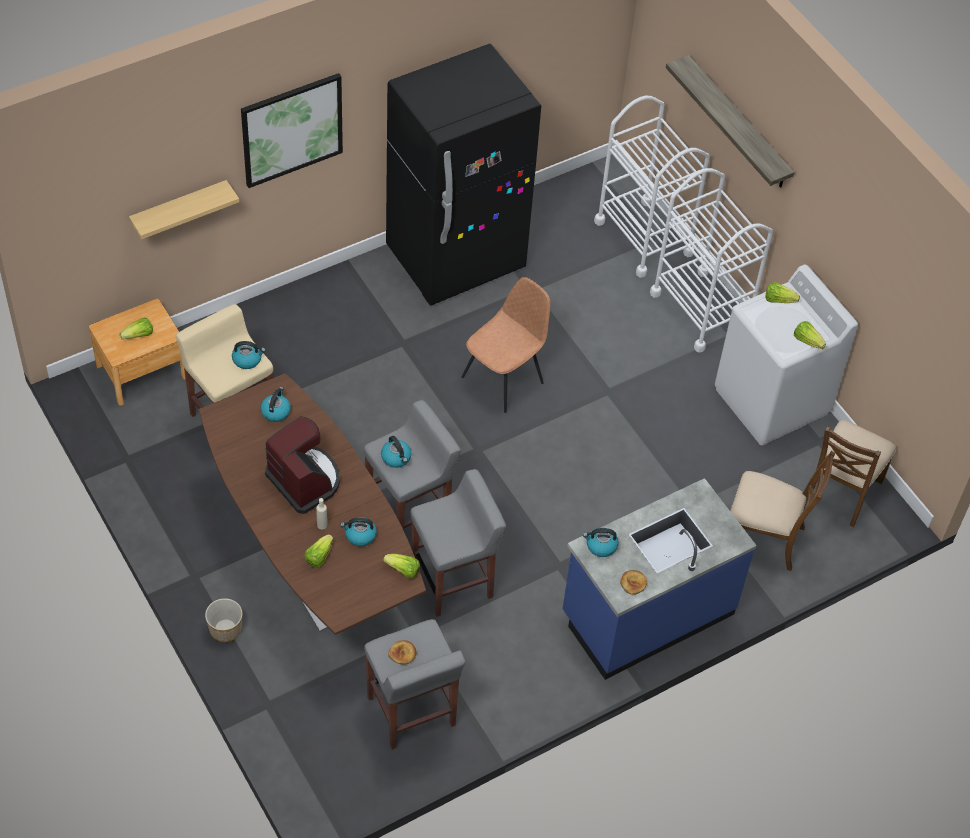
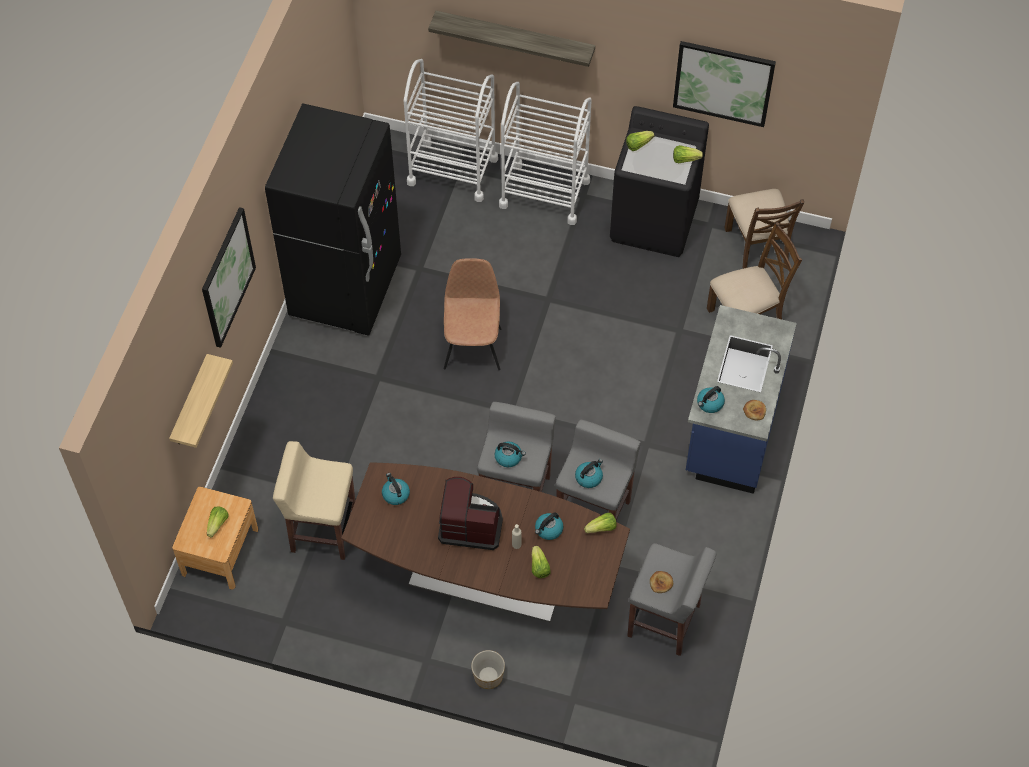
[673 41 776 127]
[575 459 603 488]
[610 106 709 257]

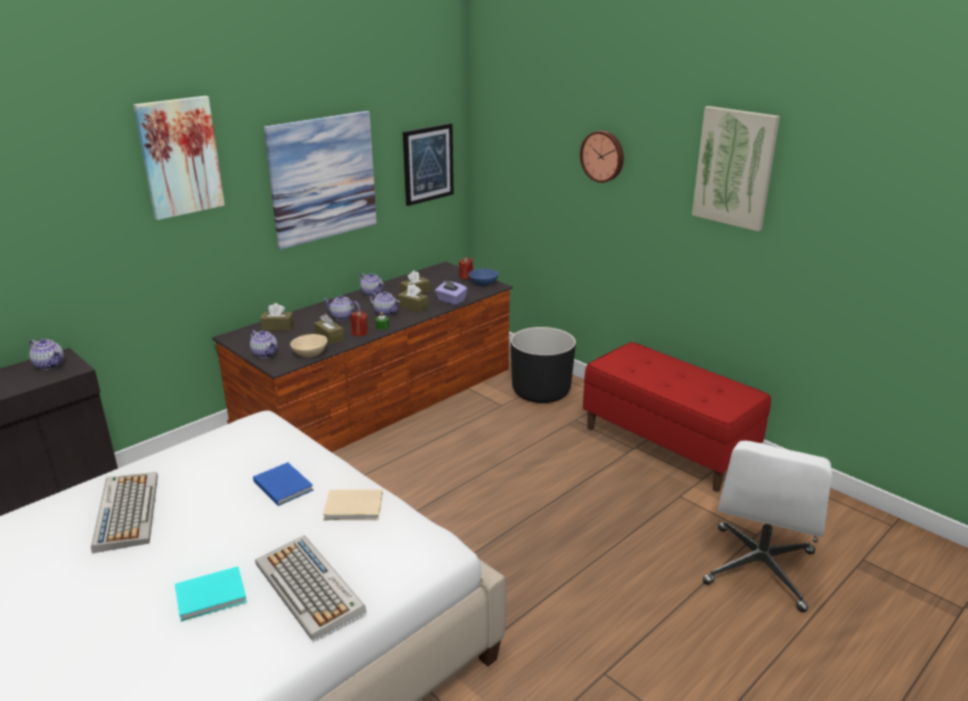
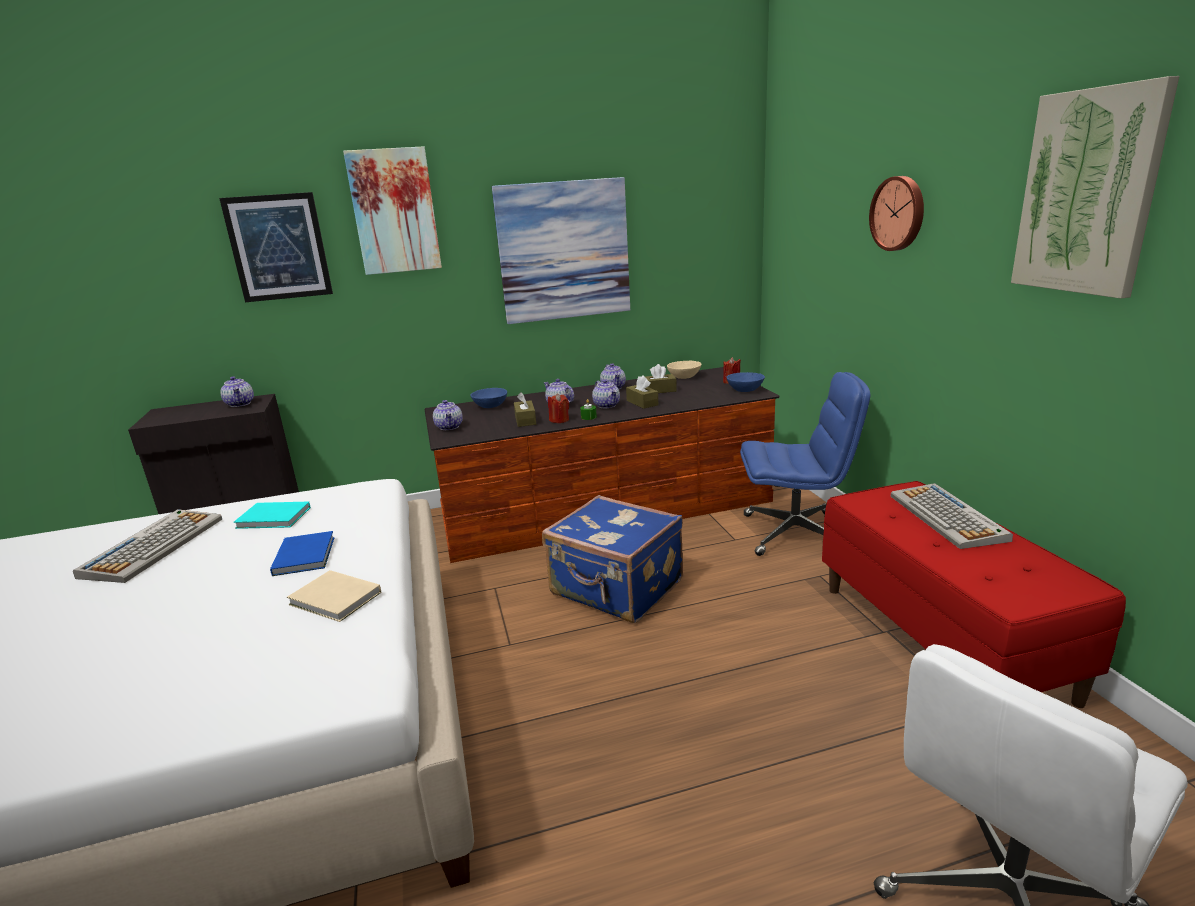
[435 280 467 305] (first image)
[542 495 683 623]
[234 501 311 529]
[891 483 1013 549]
[667 361 701 379]
[219 192 333 302]
[470 388 507 408]
[740 372 871 556]

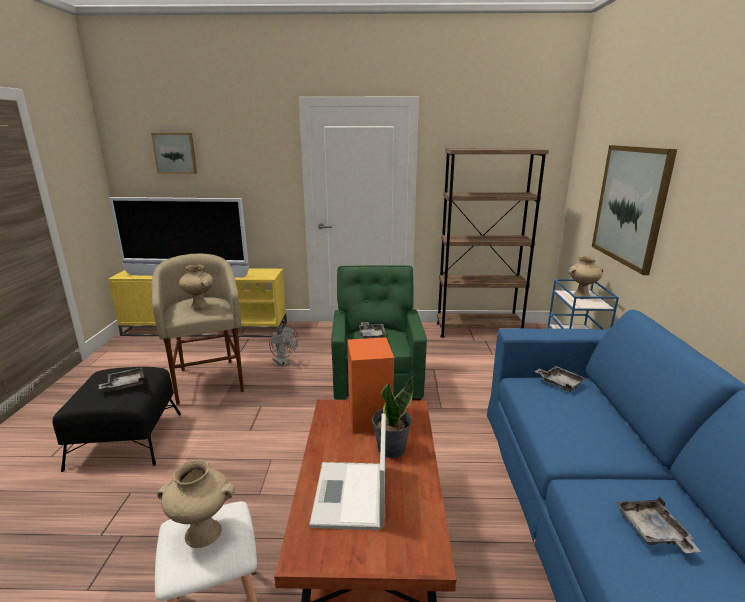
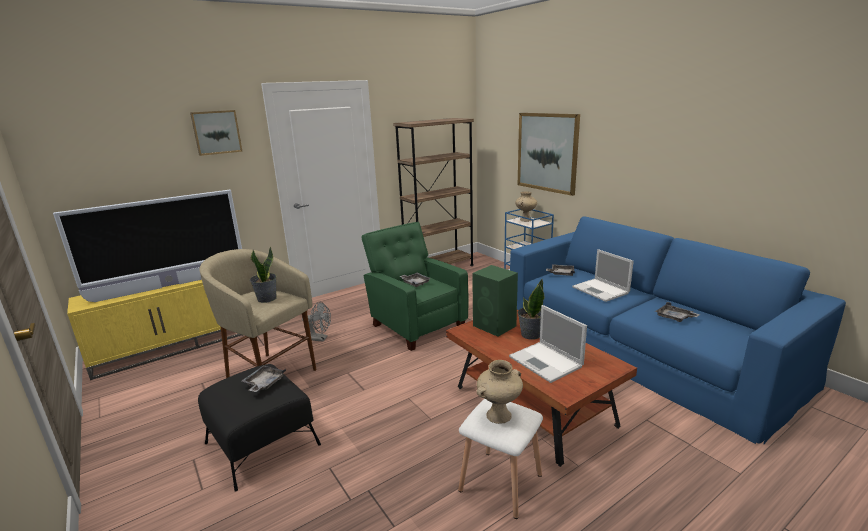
[572 249 634 302]
[190 110 243 156]
[250 247 277 303]
[472 265 518 337]

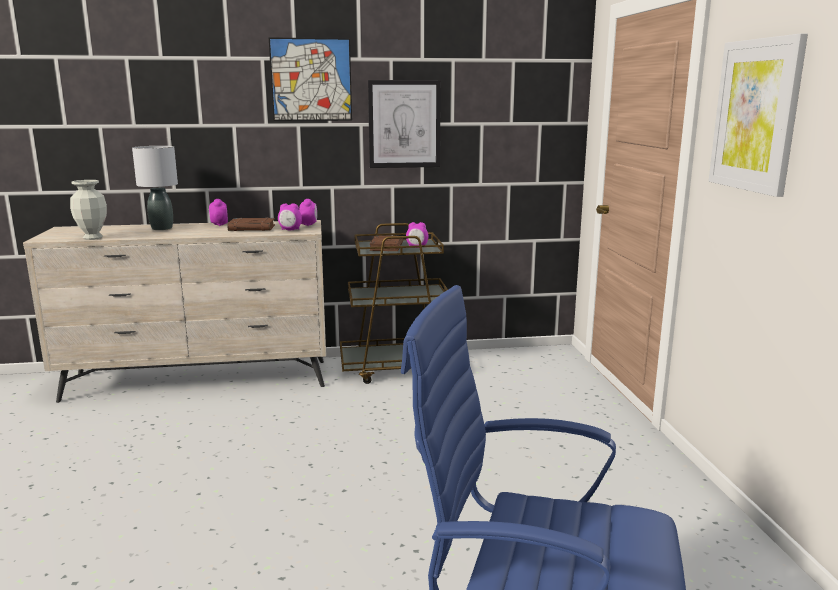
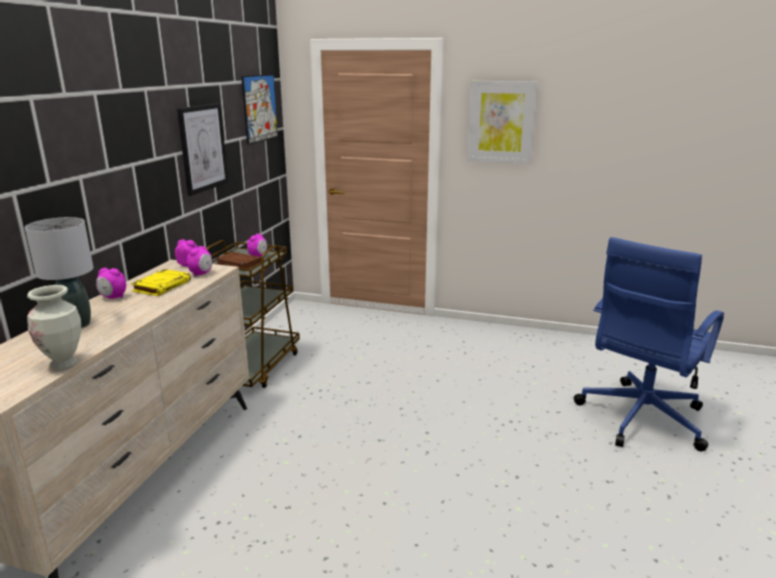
[241 74 278 145]
[131 269 191 296]

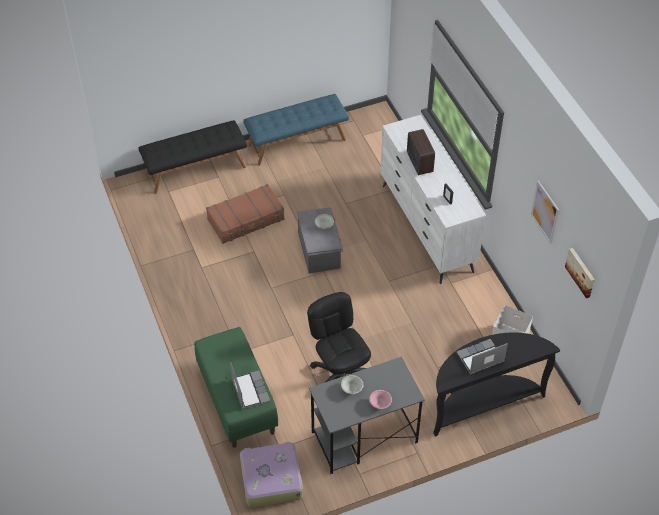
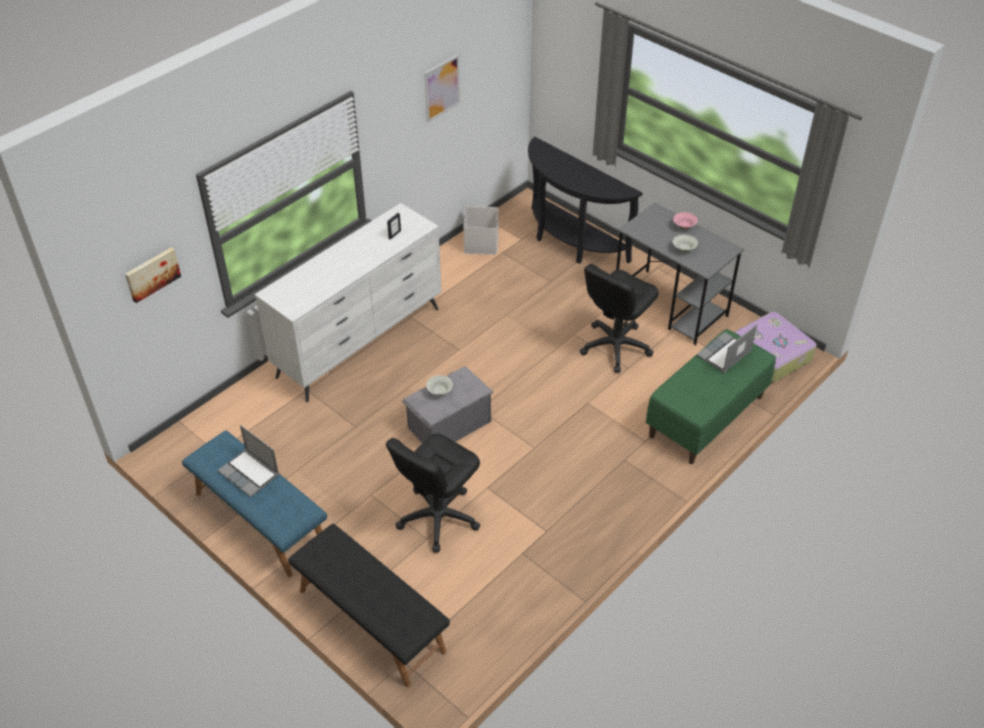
[407 129 435 175] (first image)
[218 425 279 497]
[125 247 181 303]
[386 433 480 553]

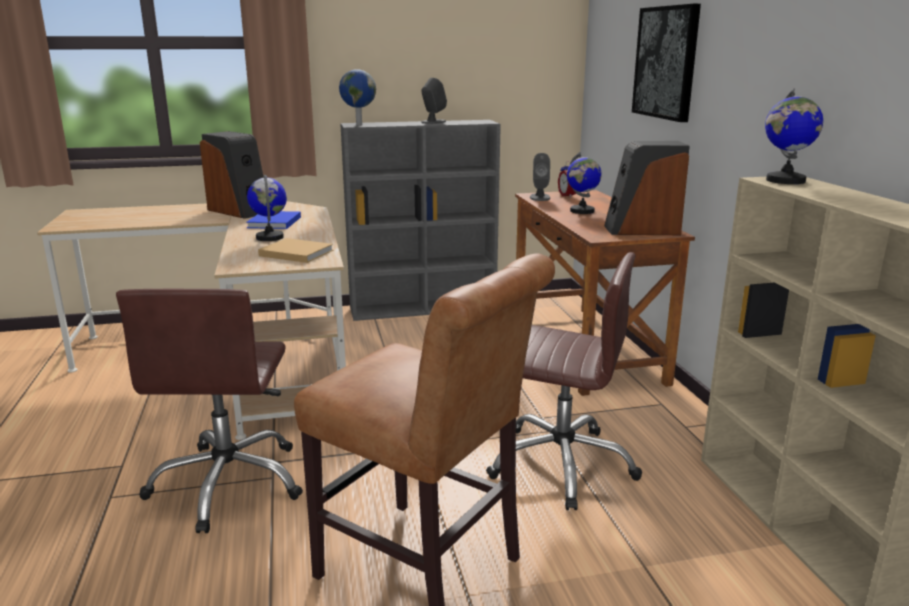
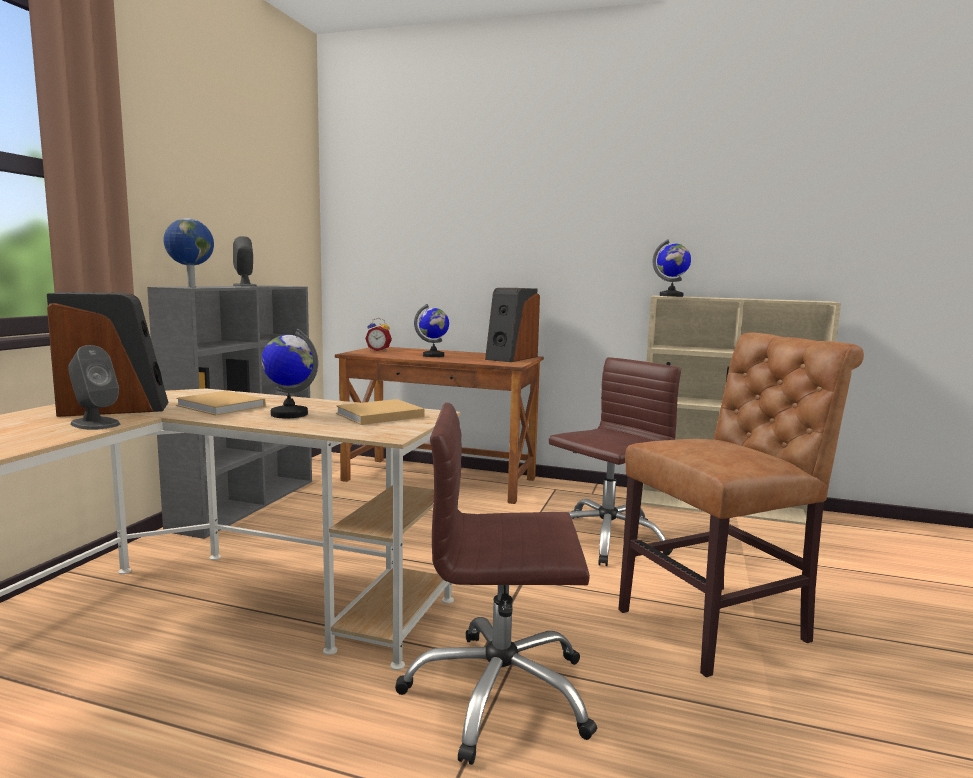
[632 4 701 122] (first image)
[68 345 120 430]
[176 391 266 415]
[395 403 597 765]

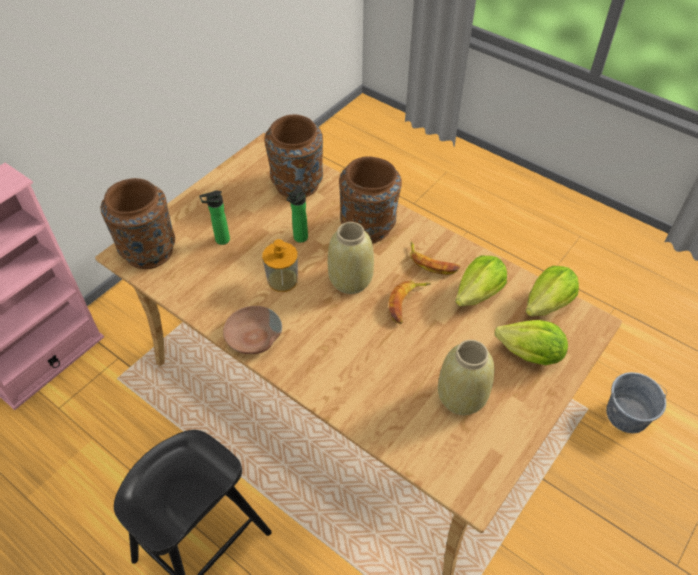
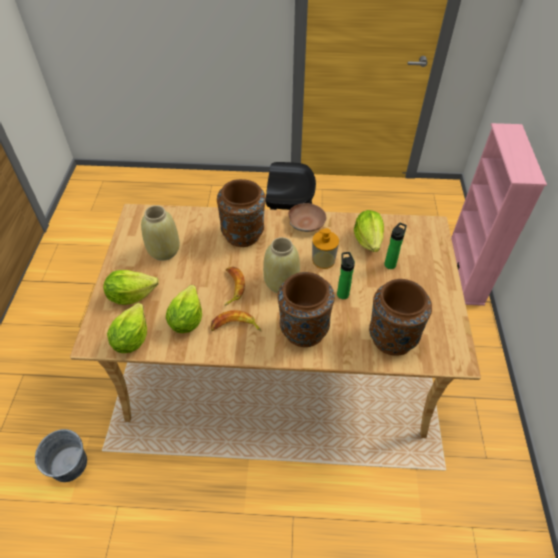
[354 210 384 252]
[217 179 266 247]

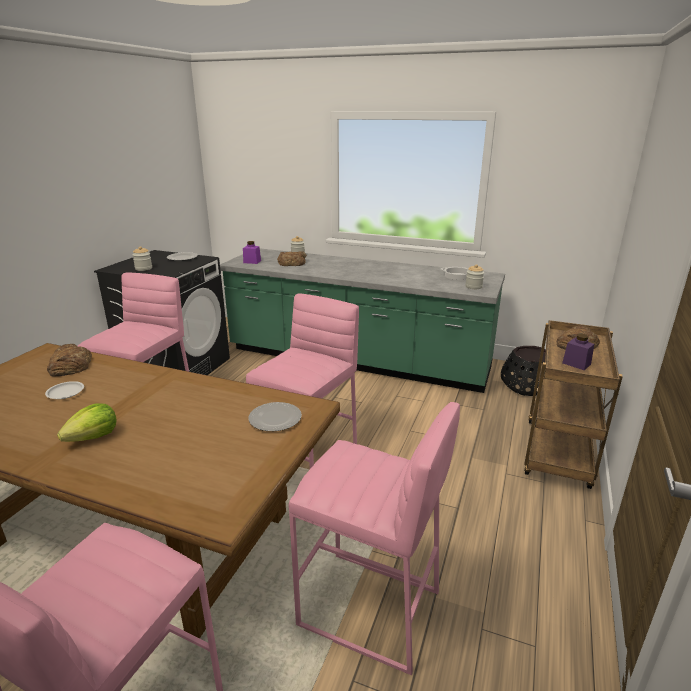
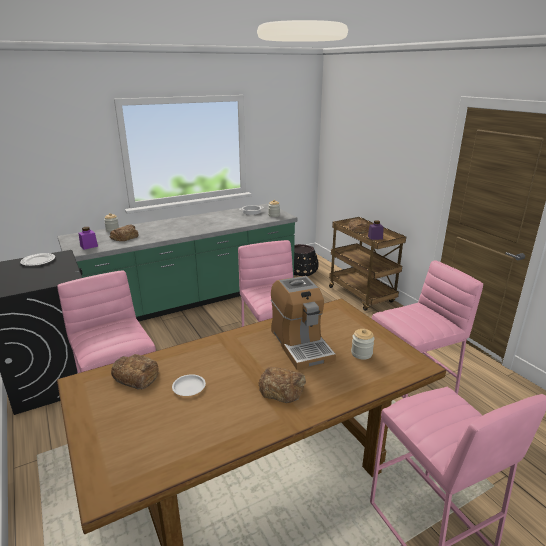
[248 402 302 431] (first image)
[271 276 336 370]
[351 329 375 360]
[258 367 306 403]

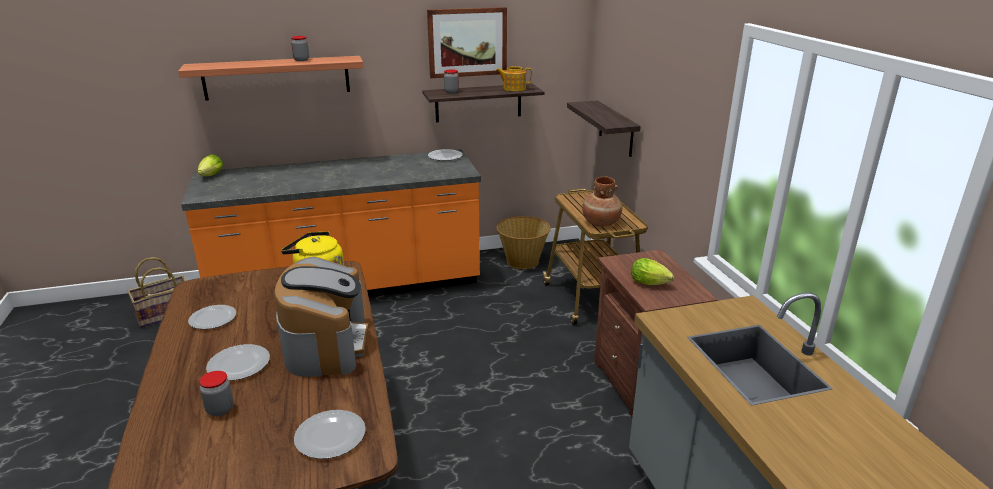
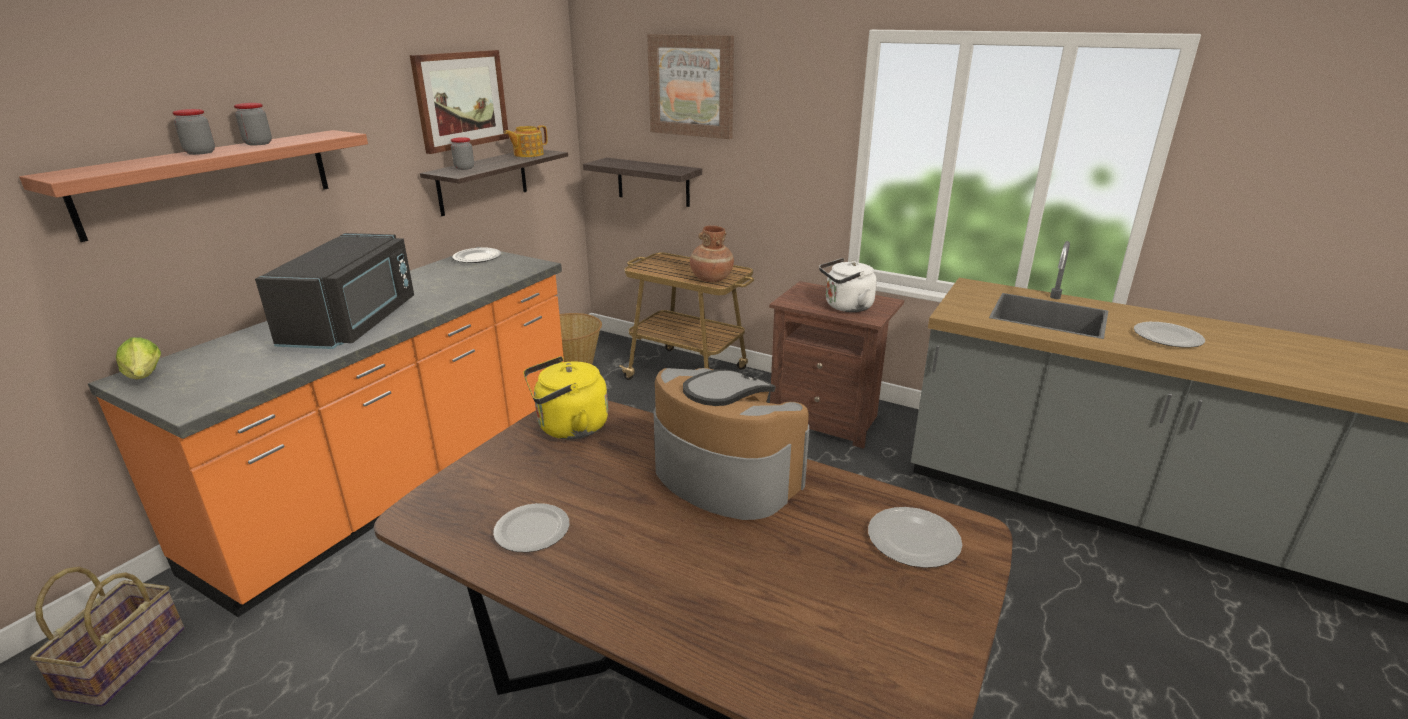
[255 233 414 349]
[647 34 734 139]
[172 109 215 155]
[1134 322 1205 348]
[819 258 877 312]

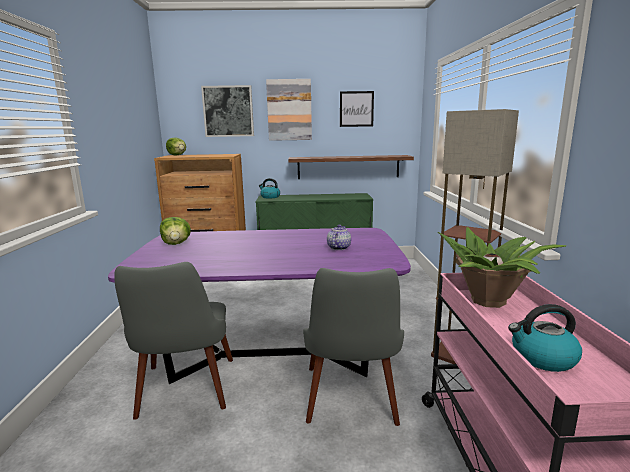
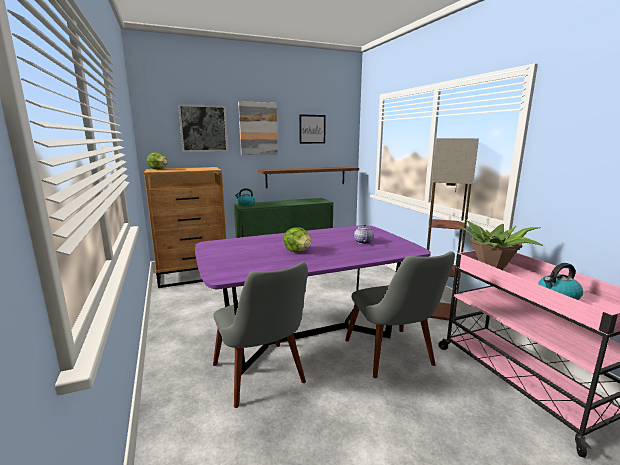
[284 227 311 253]

